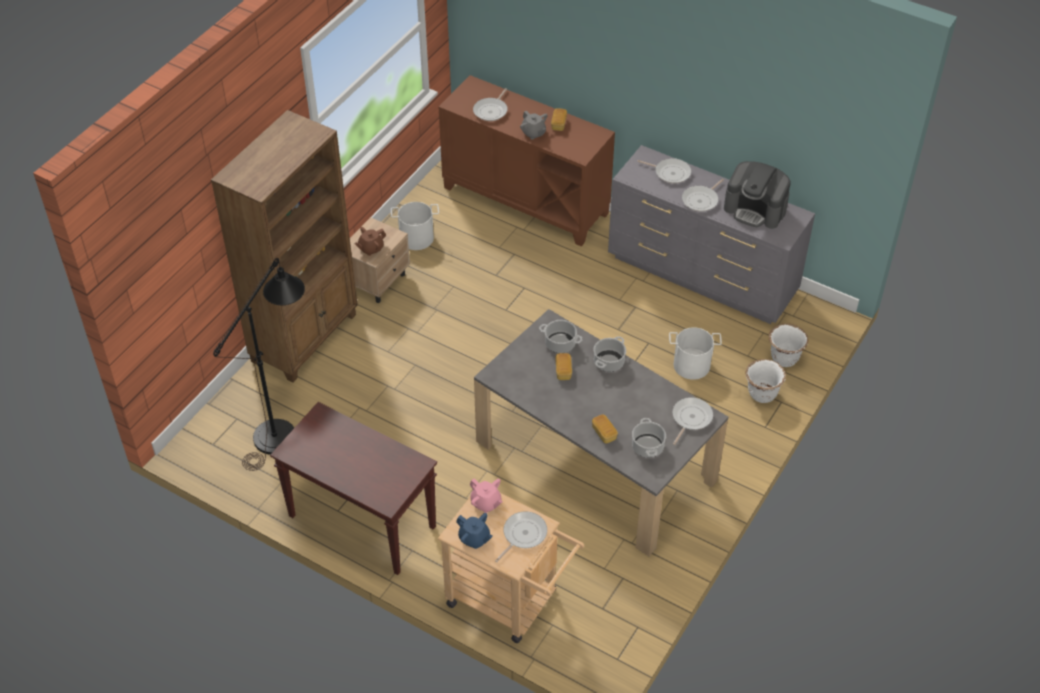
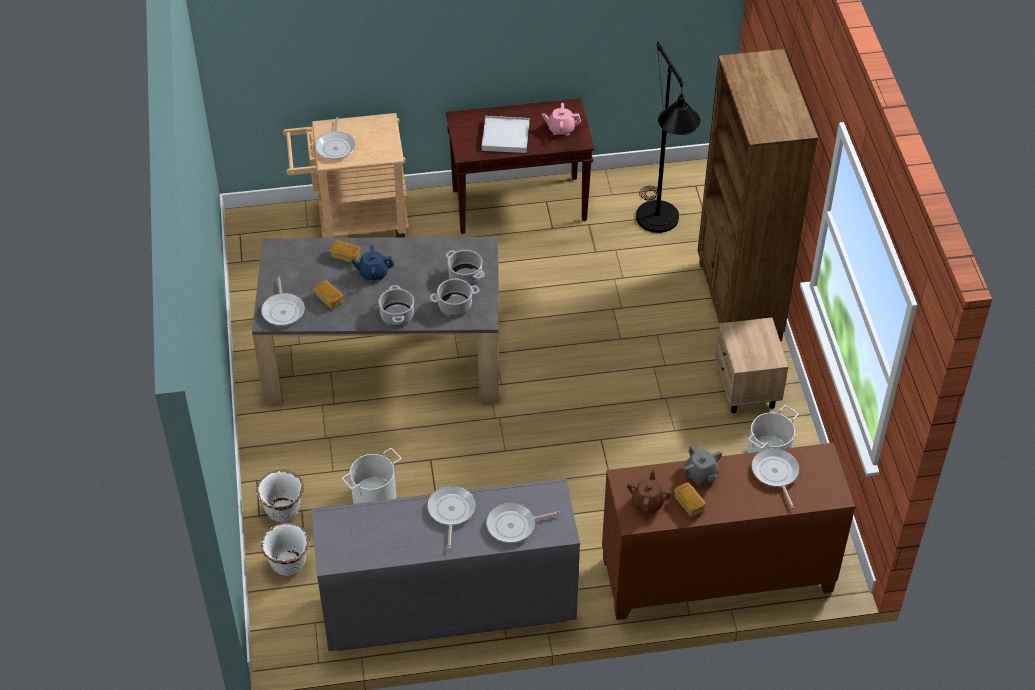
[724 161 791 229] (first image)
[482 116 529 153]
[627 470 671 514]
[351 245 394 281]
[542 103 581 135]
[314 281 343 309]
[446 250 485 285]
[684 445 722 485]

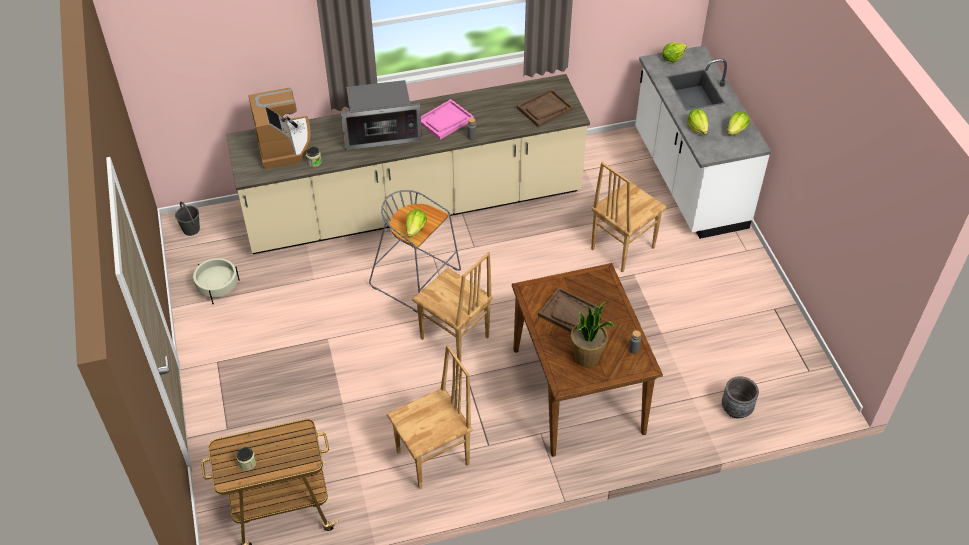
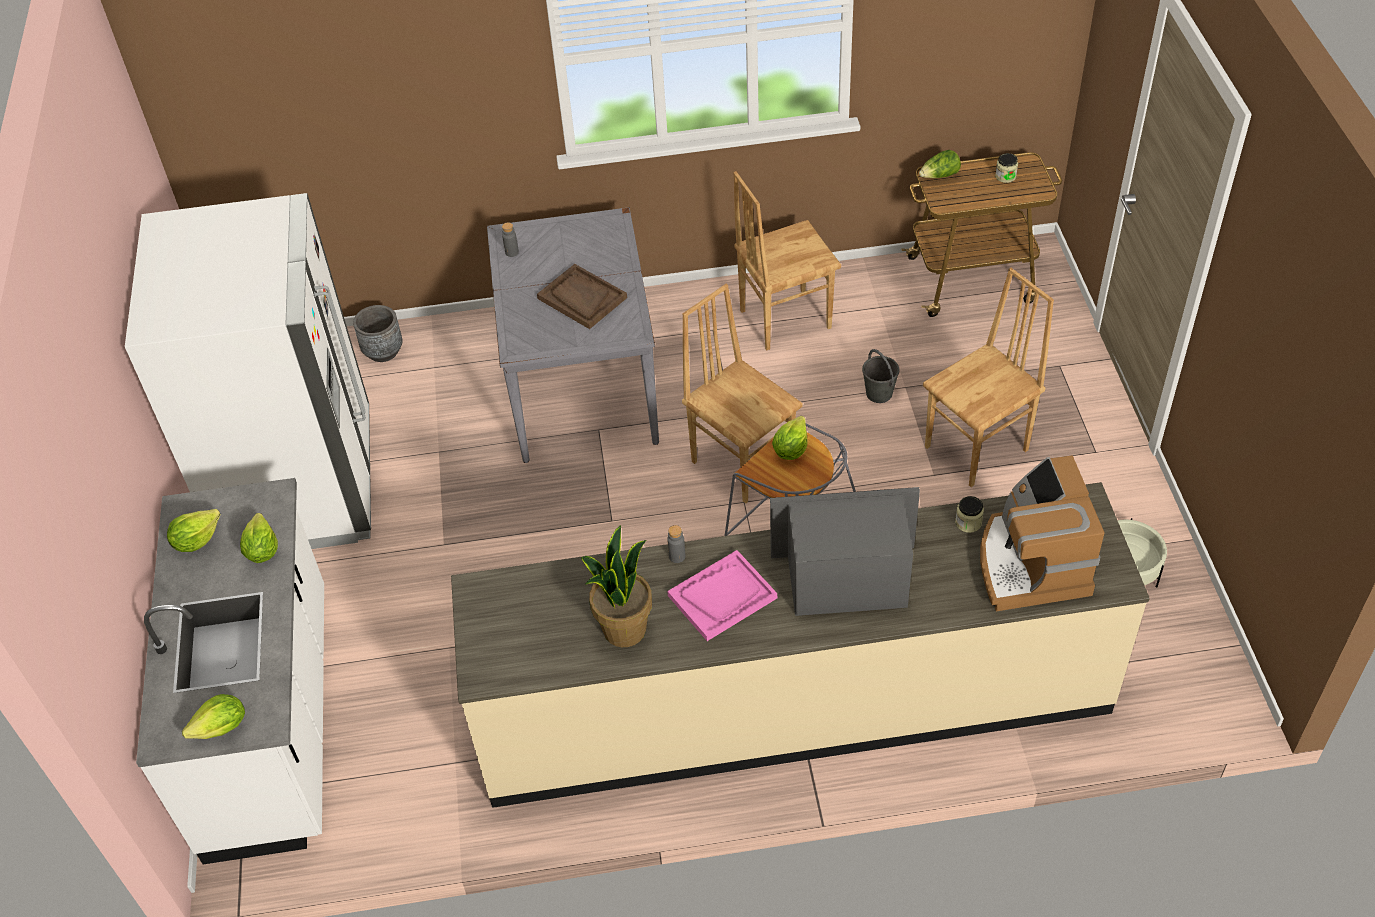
[517 89 573 127] (first image)
[125 193 371 549]
[919 150 961 178]
[862 349 900 403]
[581 525 652 647]
[923 268 1054 487]
[487 207 659 463]

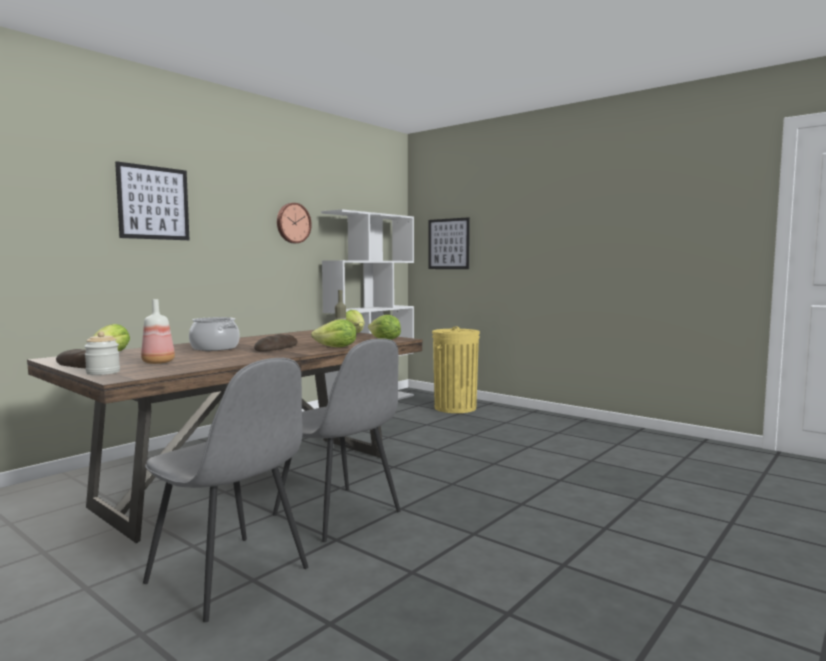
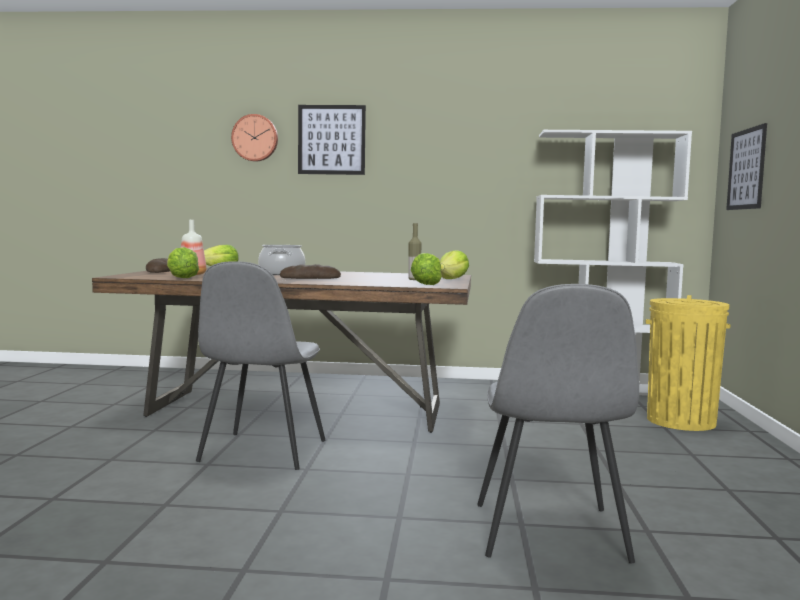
[84 331 120 375] (first image)
[477 284 639 563]
[231 114 278 162]
[167 247 199 278]

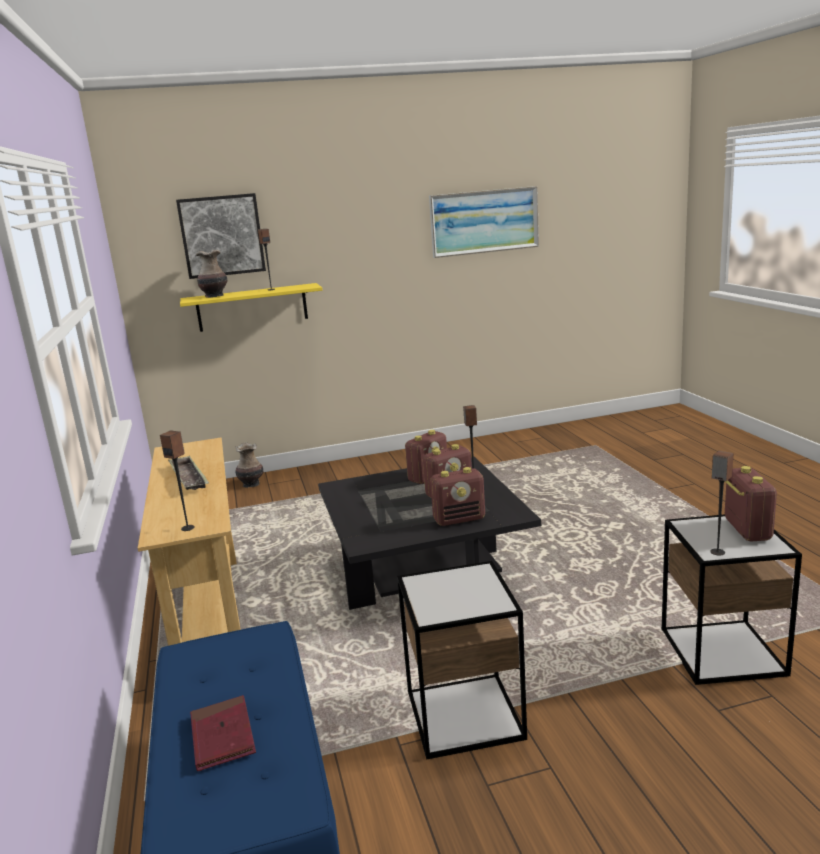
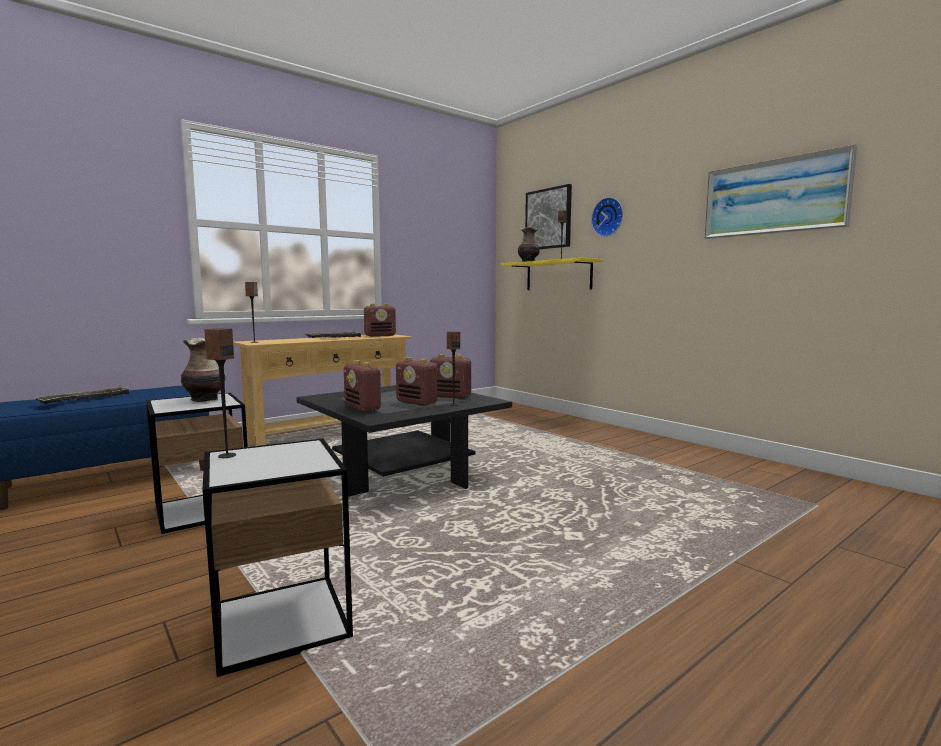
[591 197 623 237]
[181 338 226 402]
[364 304 396 337]
[35 386 131 404]

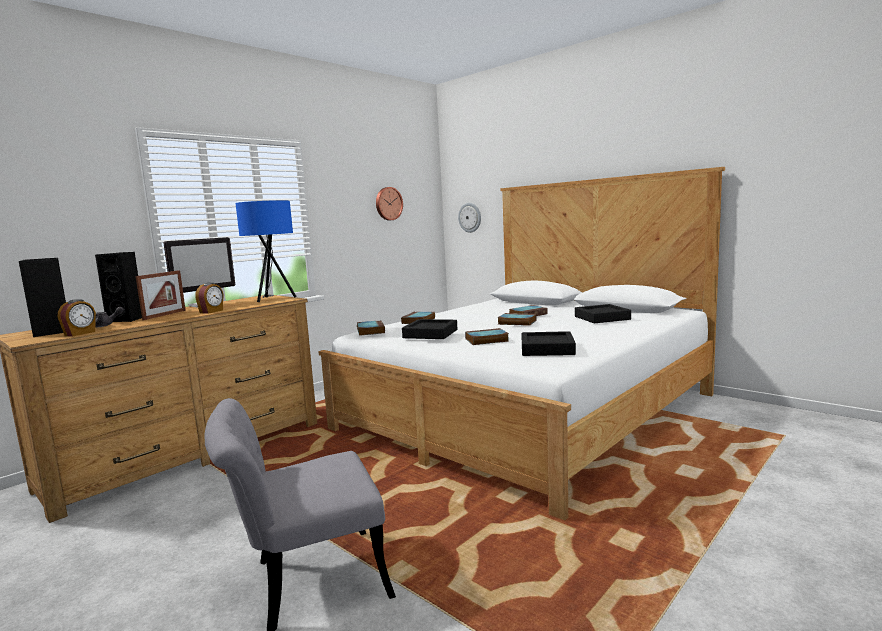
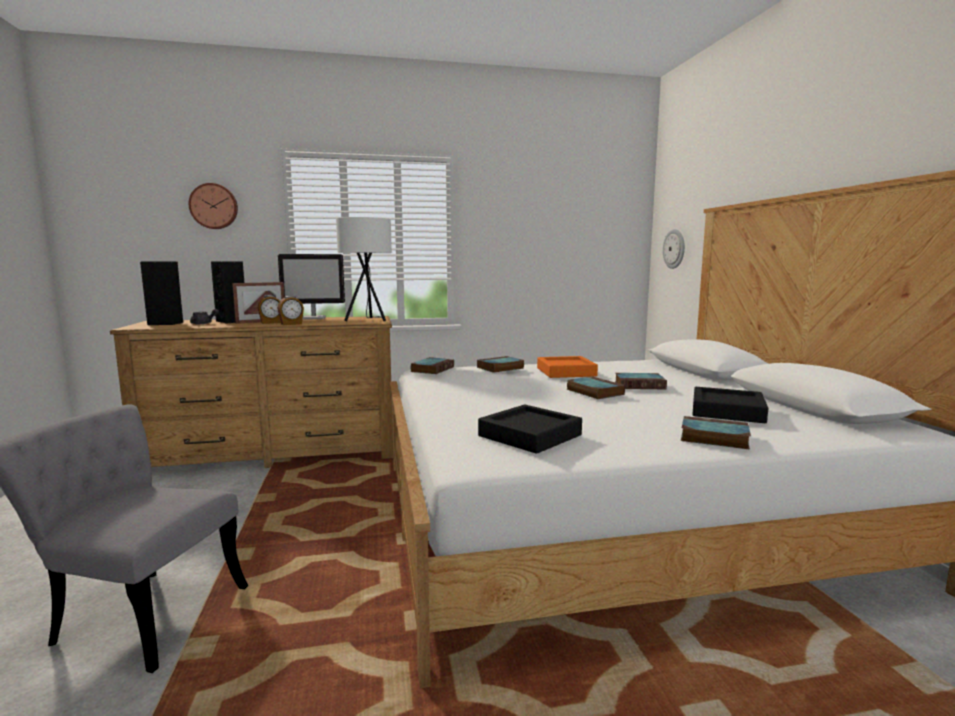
[402 319 457 339] (first image)
[537 356 598 378]
[258 295 281 324]
[189 183 238 229]
[681 416 751 450]
[336 217 392 321]

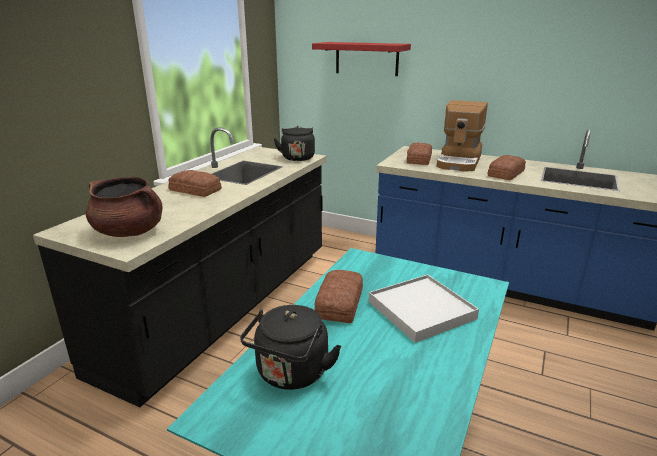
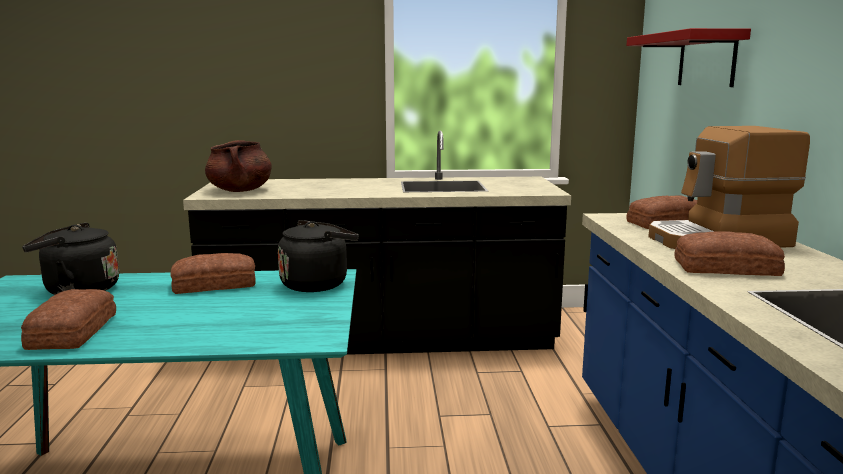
[369 274 479 343] (first image)
[21 289 116 350]
[278 220 359 292]

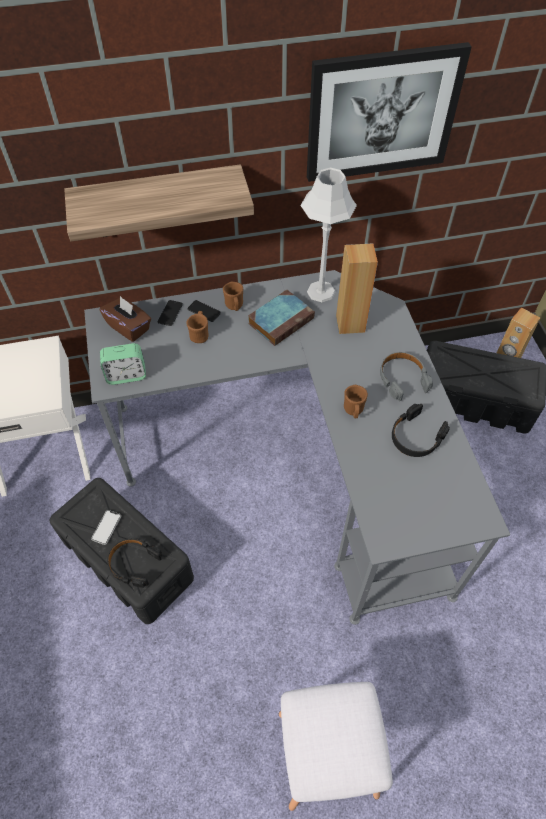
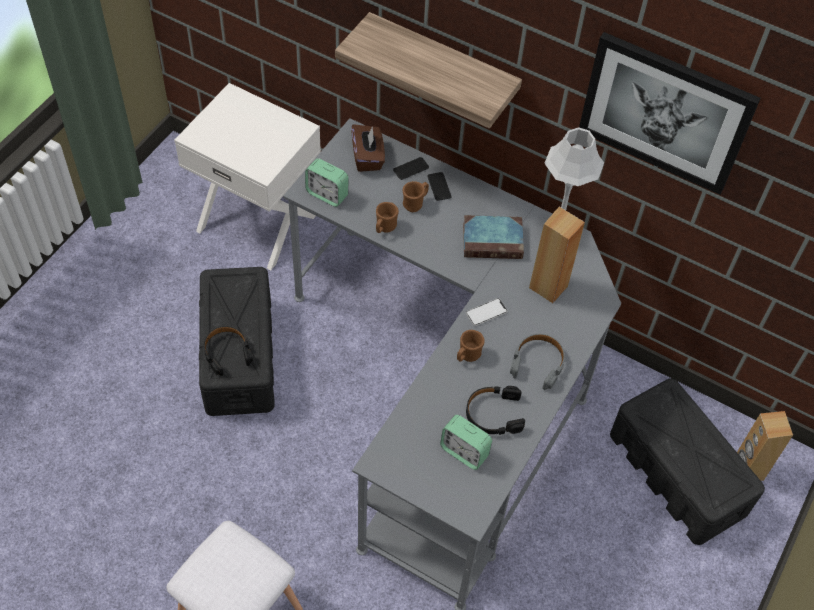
[440 415 492 470]
[466 298 508 326]
[376 202 399 233]

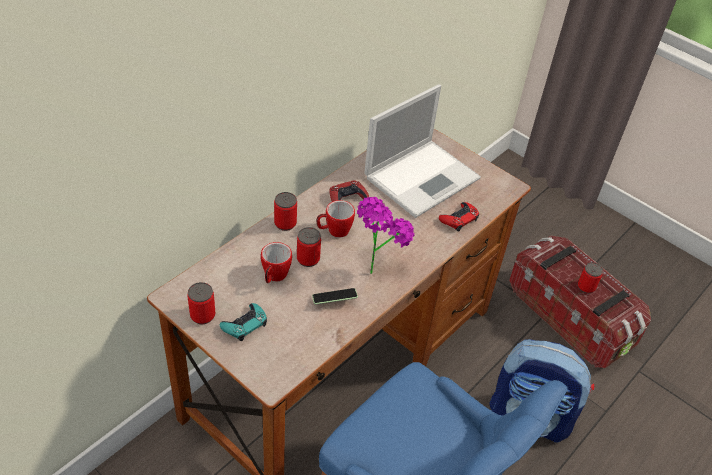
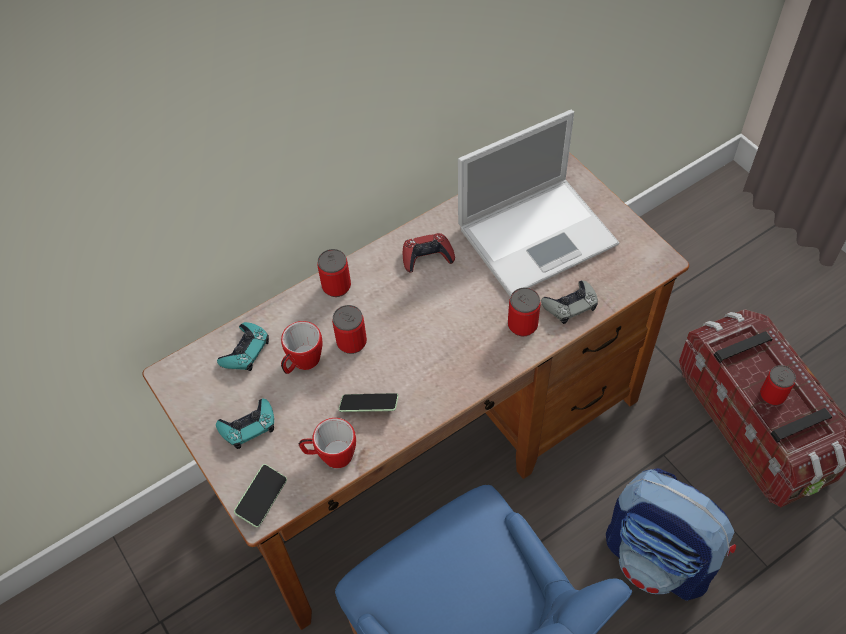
[357 197 414 274] (first image)
[217 322 269 371]
[234 464 287 527]
[508 287 541 336]
[299 418 356 468]
[541 280 598 324]

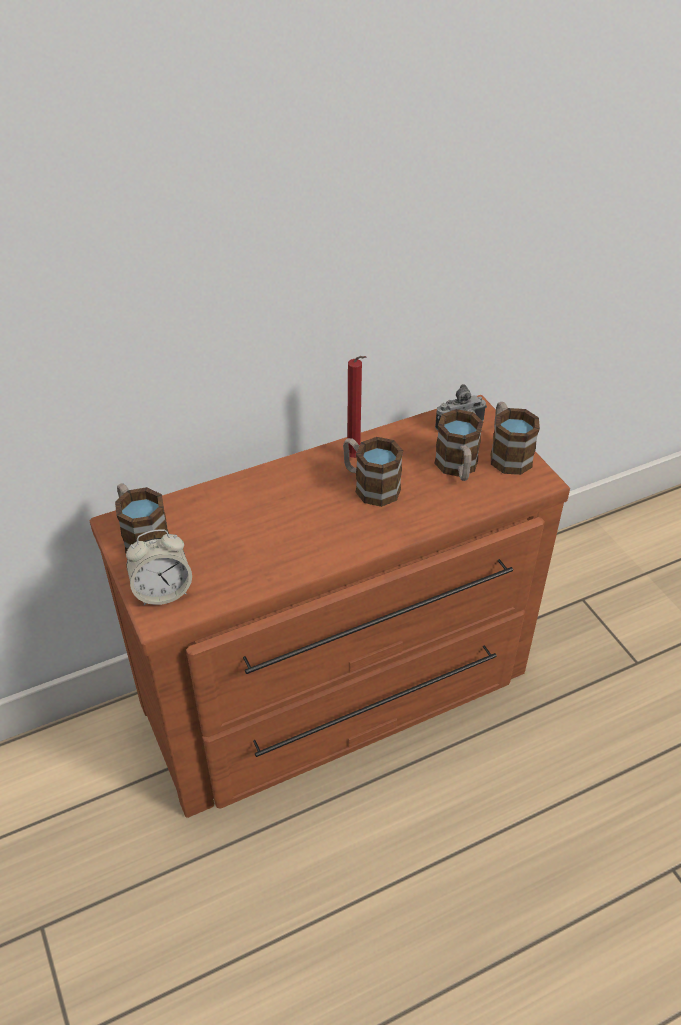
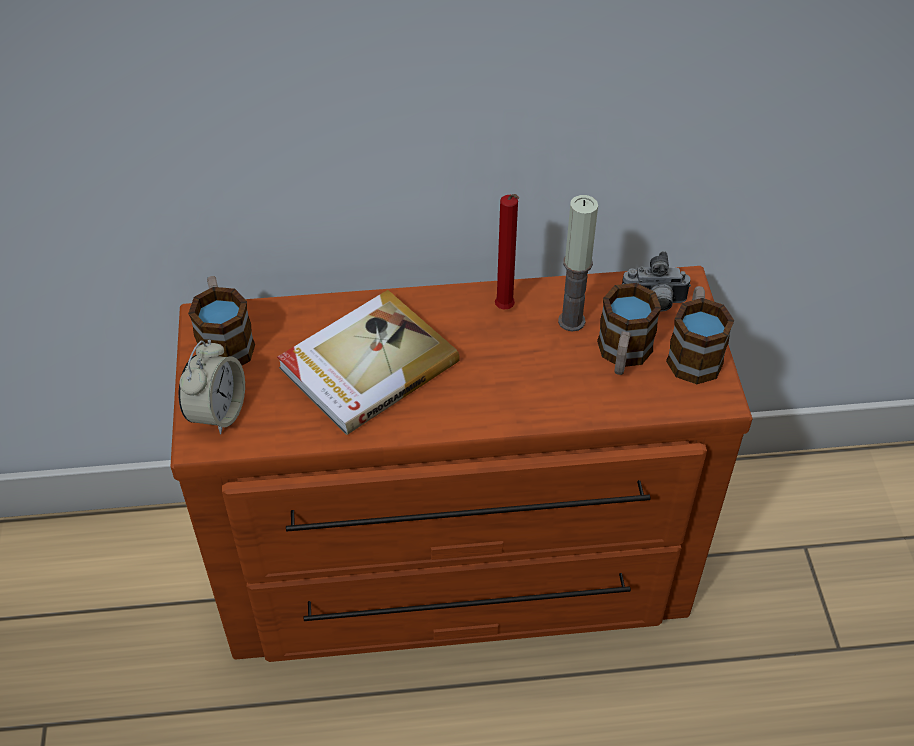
[343 437 403 507] (first image)
[277 290 460 435]
[558 195 598 332]
[179 340 245 435]

